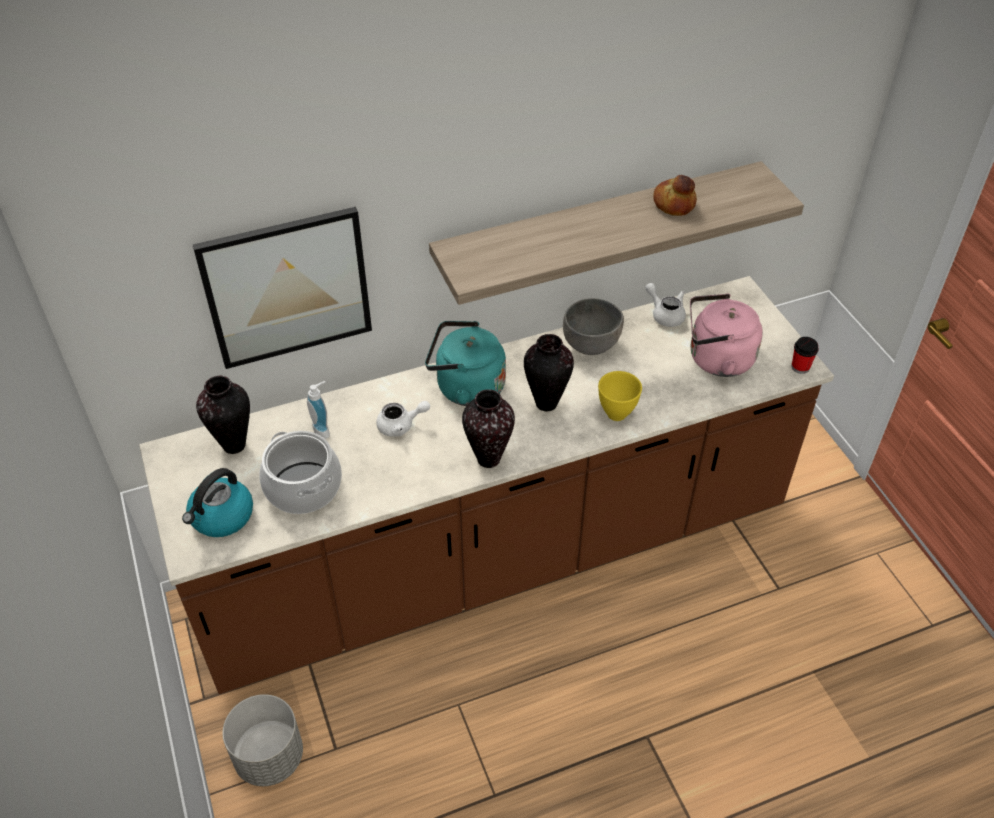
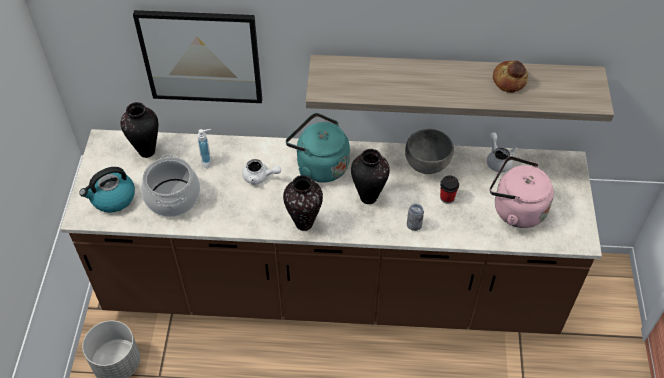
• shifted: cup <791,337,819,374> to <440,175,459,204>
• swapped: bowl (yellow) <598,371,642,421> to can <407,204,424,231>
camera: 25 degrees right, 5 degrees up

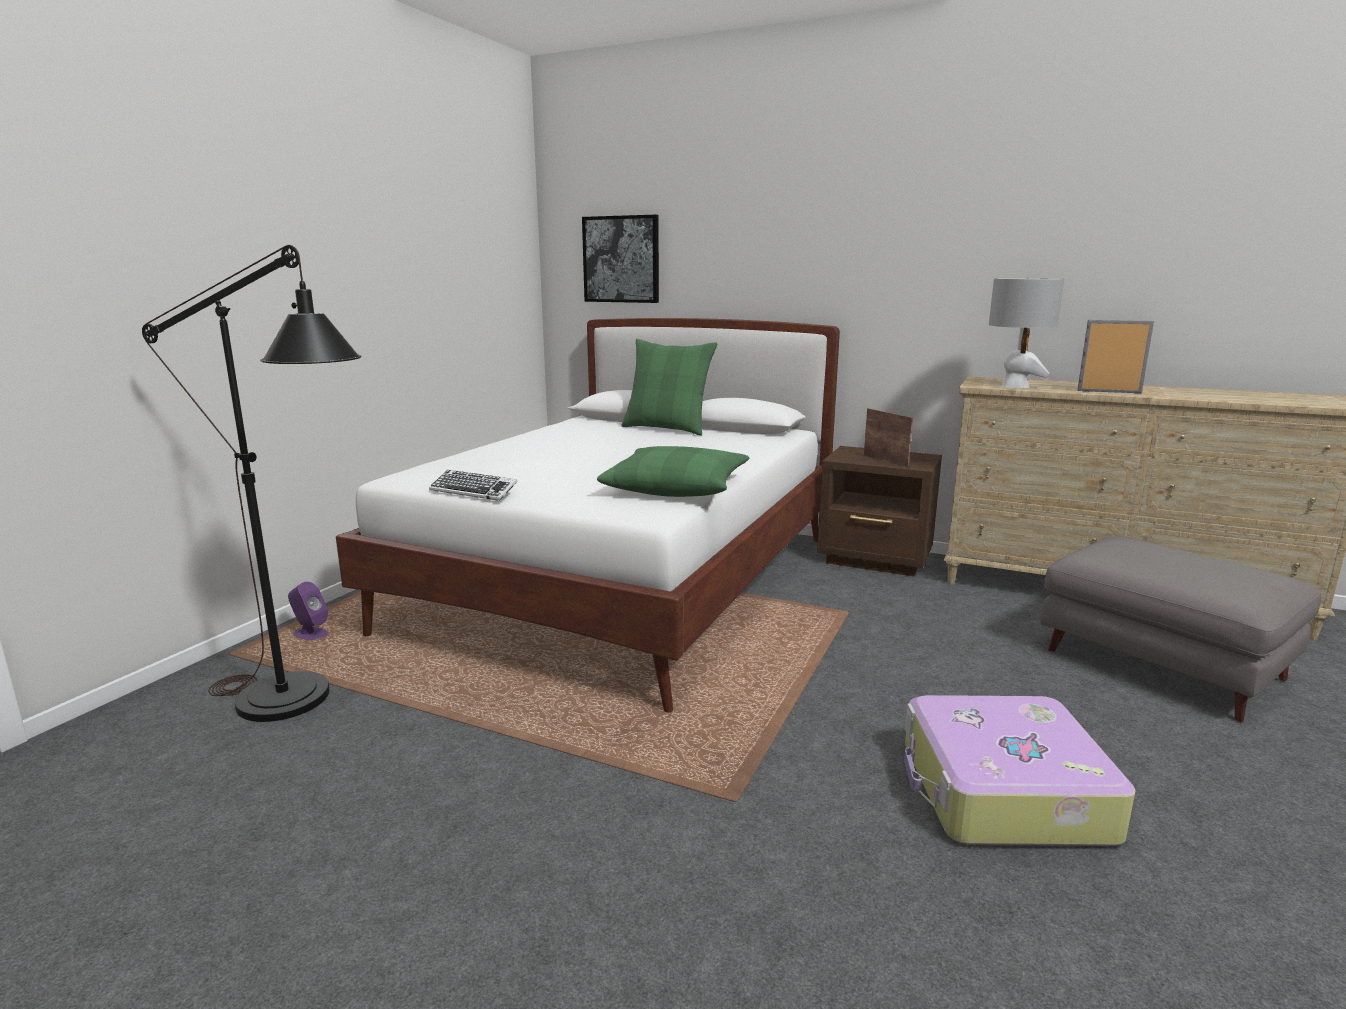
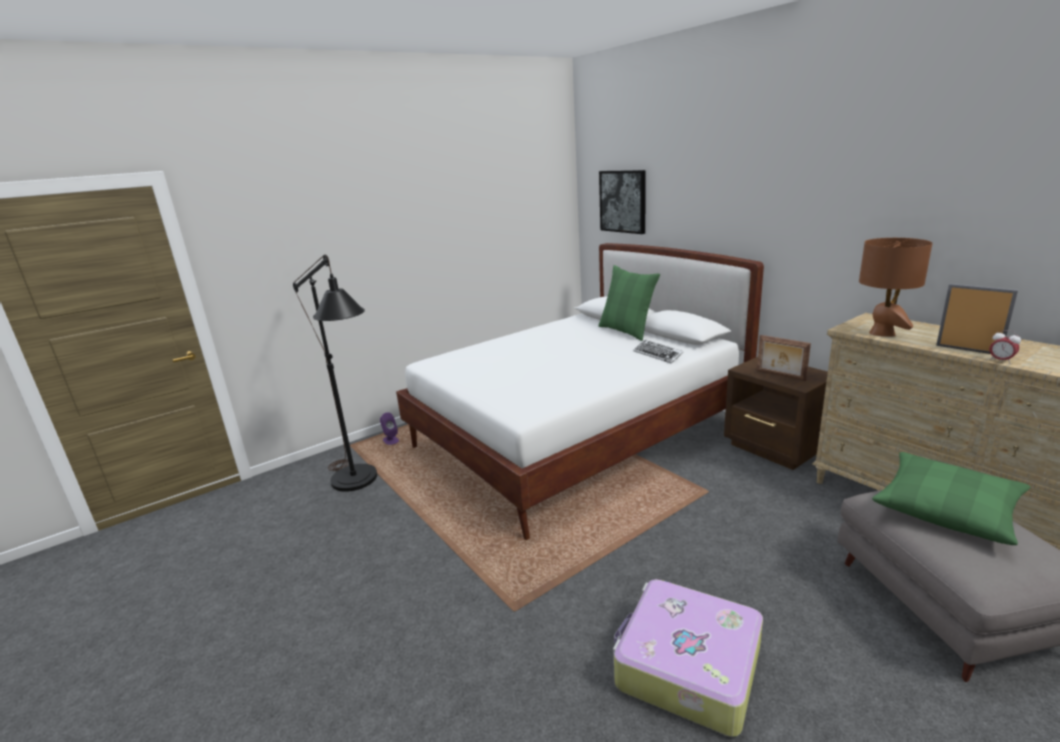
• repainted: table lamp (grey) <989,278,1064,388> to table lamp (brown) <859,238,933,337>
• rotated: picture frame <864,408,913,467> = <757,335,811,381> 135 degrees clockwise
• shifted: pillow (green) <597,446,749,497> to <872,452,1031,545>
• shifted: keyboard <429,470,518,501> to <633,340,684,364>
• new: alarm clock <990,330,1021,364>
camera: 30 degrees right, 5 degrees up

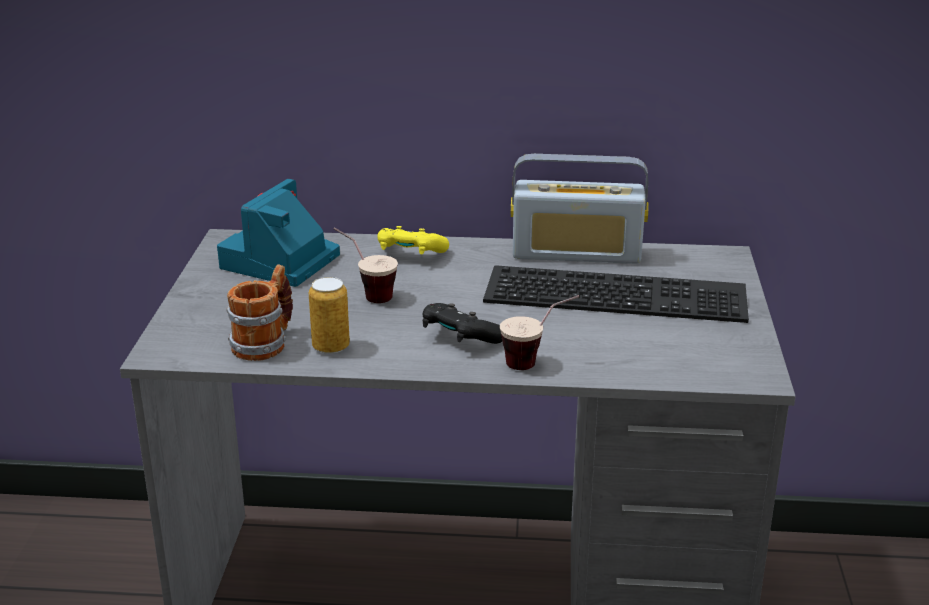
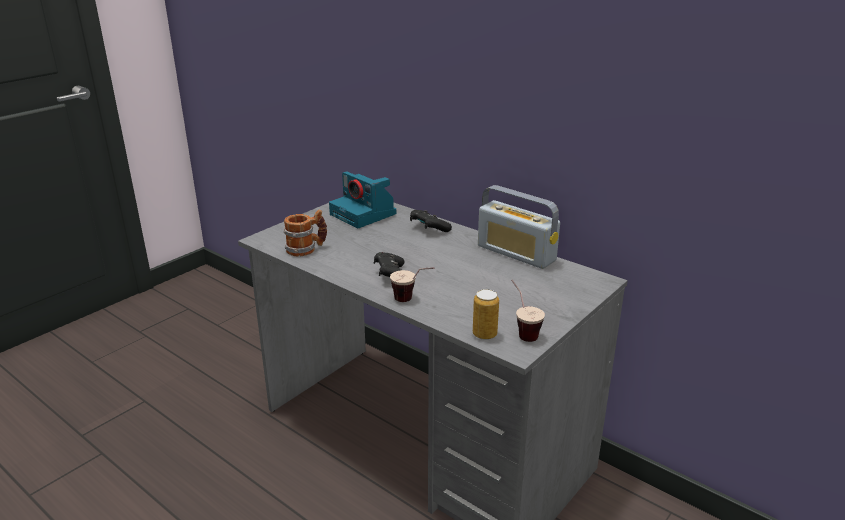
• rotated: photo camera <217,179,340,287> = <329,171,396,228> 105 degrees counterclockwise
• repainted: game controller (yellow) <377,226,449,255> to game controller (black) <410,210,452,232>
• shifted: cup <333,227,398,303> to <512,280,545,342>
• gone: keyboard <483,265,749,323>
• shifted: can <309,277,350,354> to <473,289,499,340>
camera: 35 degrees right, 0 degrees up

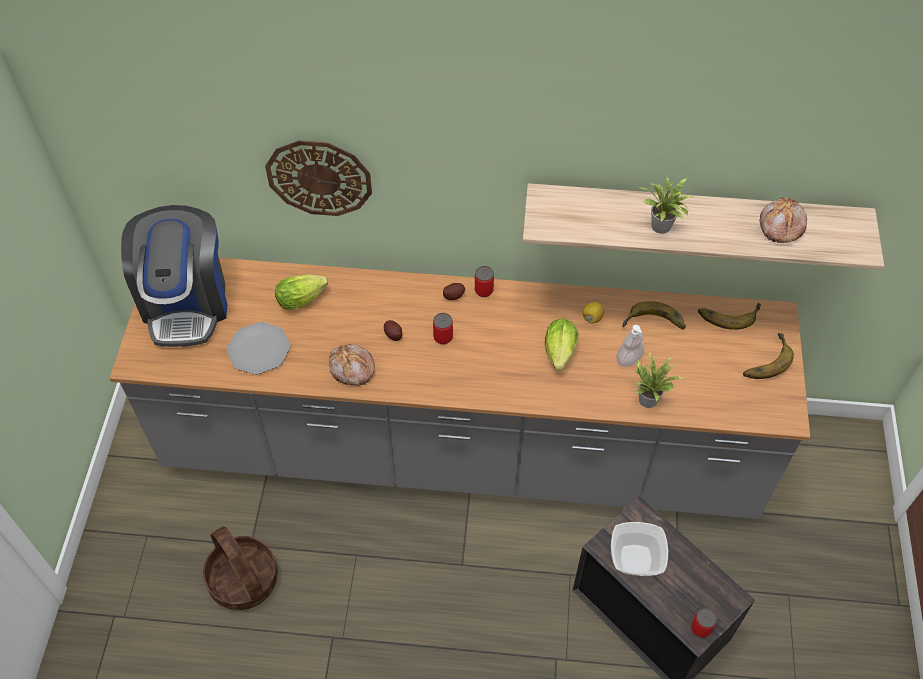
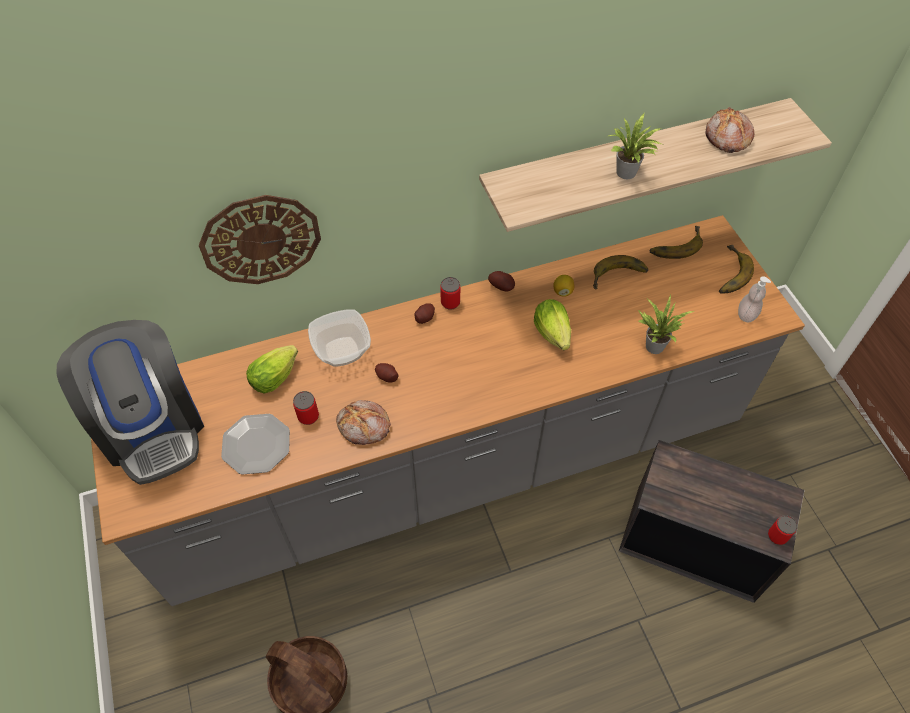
• shifted: can <433,313,453,344> to <293,391,319,425>
• shifted: soap dispenser <616,325,644,367> to <738,276,771,323>
• shifted: bowl <611,522,668,576> to <308,309,371,367>
• new: potato <488,271,515,292>
camera: 25 degrees left, 0 degrees up

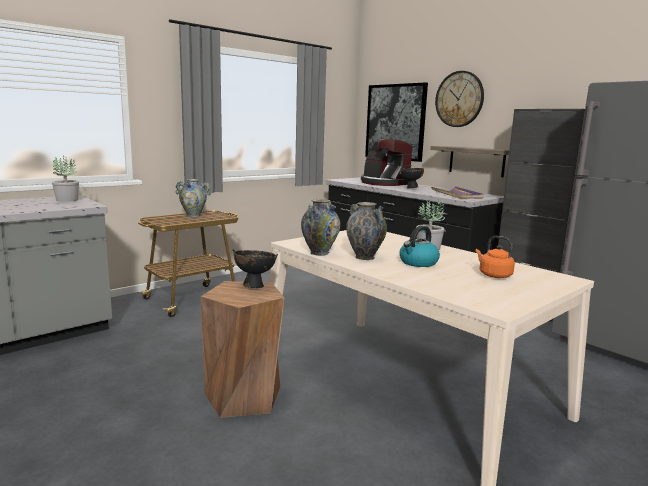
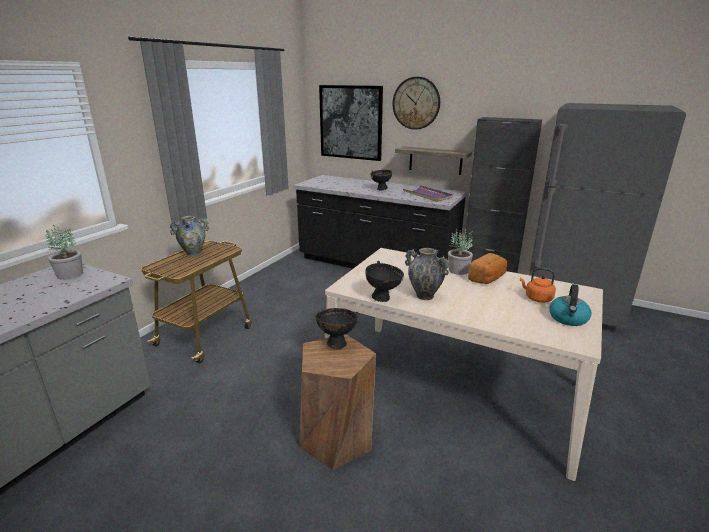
• gone: coffee machine <361,139,412,186>
• swapped: vase <301,199,340,256> to bowl (black) <365,261,404,302>
• shifted: kettle <400,226,440,267> to <549,284,592,326>
• new: bread <468,253,508,284>
camera: 20 degrees left, 10 degrees up

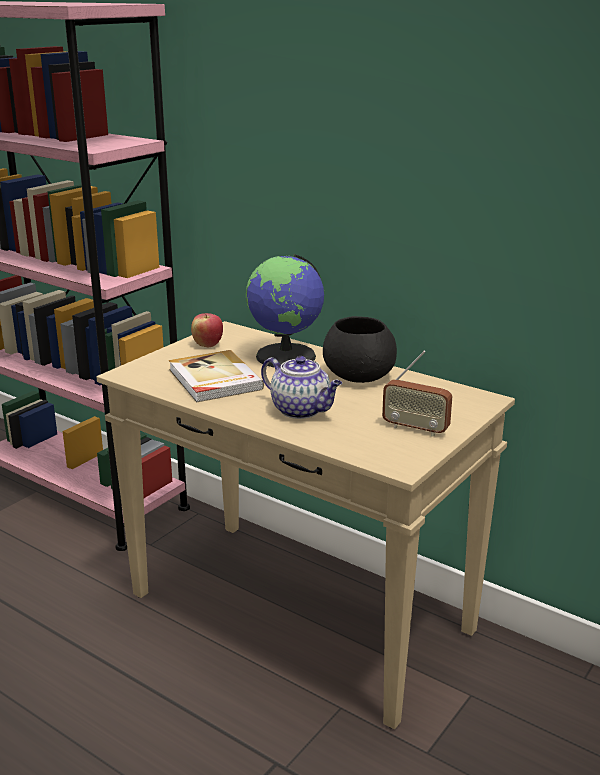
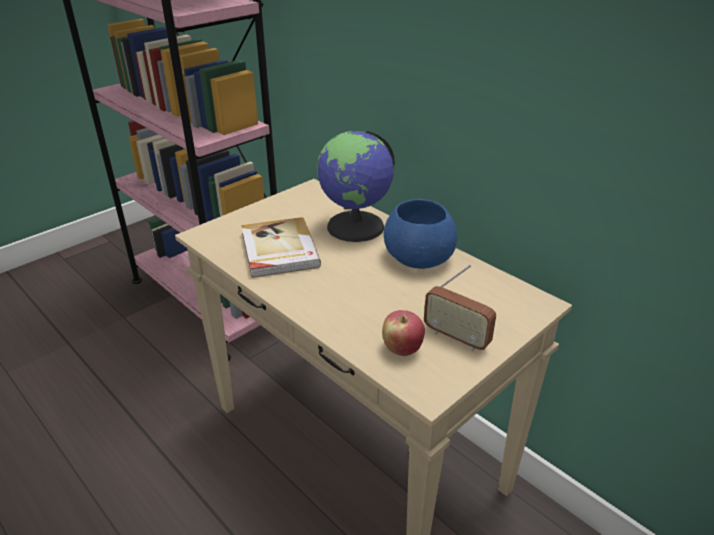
• shifted: apple <191,313,223,347> to <382,310,425,356>
• repainted: bowl (black) <323,316,397,383> to bowl (blue) <384,199,457,269>
• gone: teapot <261,356,342,419>
camera: 10 degrees right, 10 degrees up

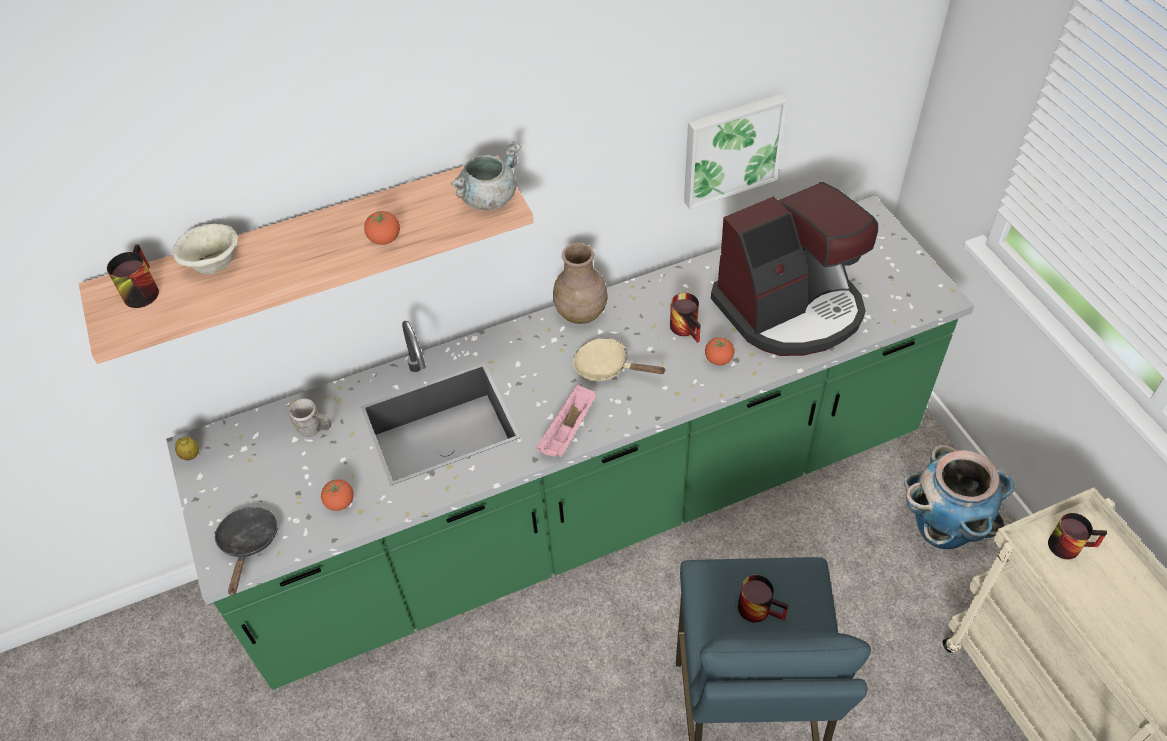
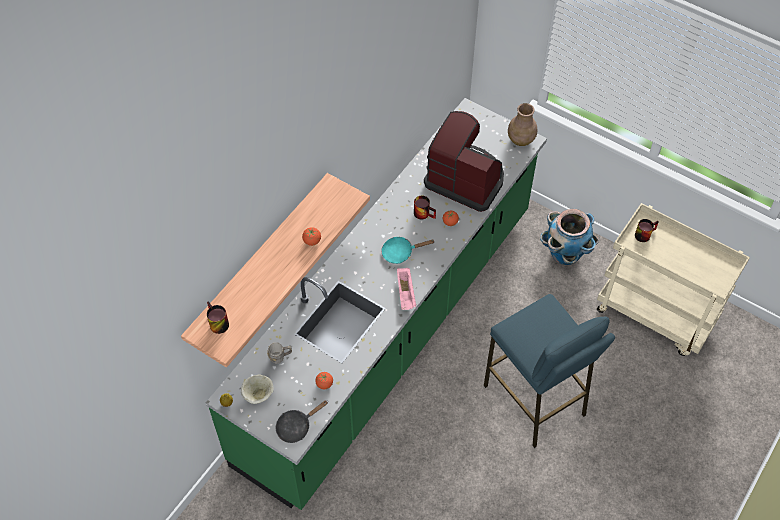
• gone: picture <684,93,788,209>
• gone: cooking pot (grey) <451,141,521,211>
• rotated: coffee machine <711,182,878,356> = <424,111,504,212> 90 degrees counterclockwise
• shifted: bowl (beige) <173,224,238,274> to <241,375,274,404>
• shifted: vase (brown) <553,243,608,324> to <508,103,537,146>
• repainted: frying pan (beige) <573,338,666,382> to frying pan (turquoise) <381,237,434,264>
• rotated: frying pan (black) <214,507,278,595> = <276,400,328,443> 90 degrees counterclockwise
• gone: mug <738,575,789,623>
camera: 35 degrees left, 5 degrees up

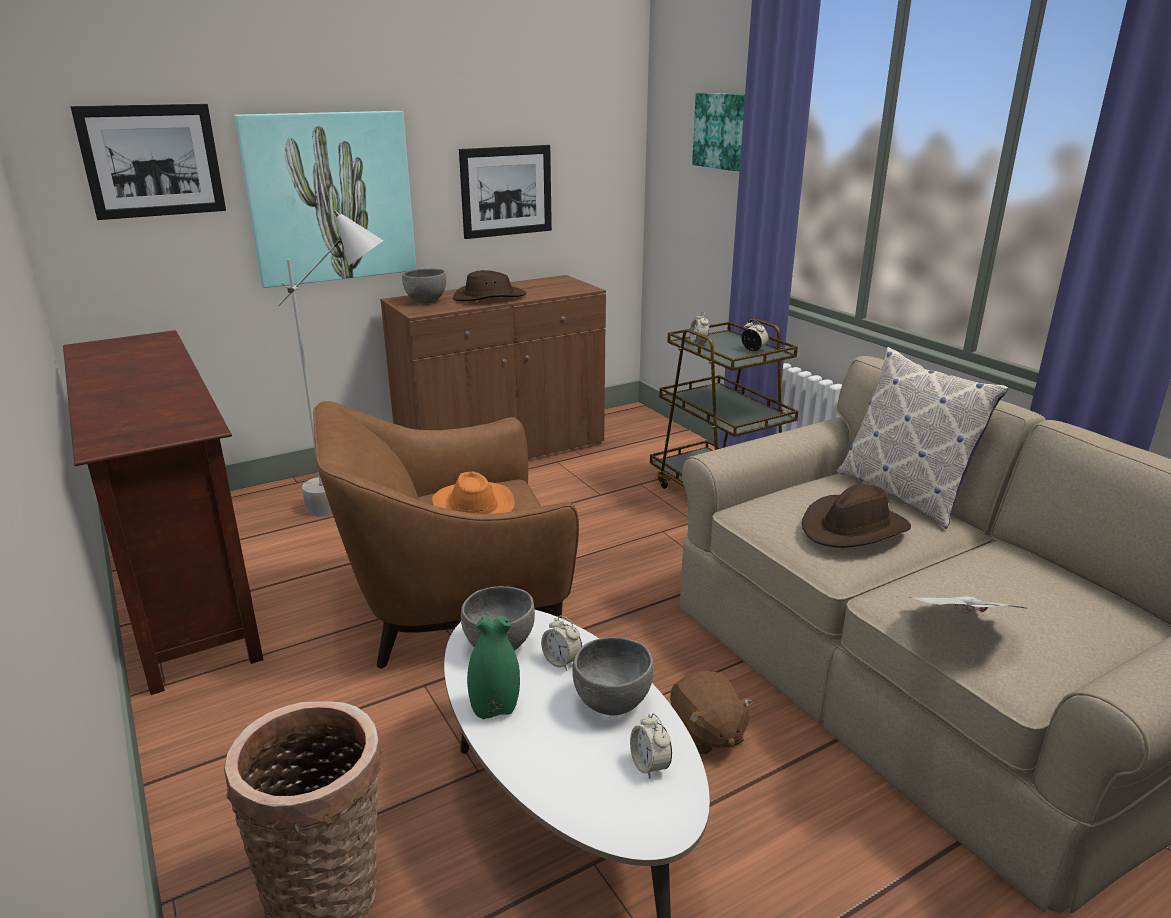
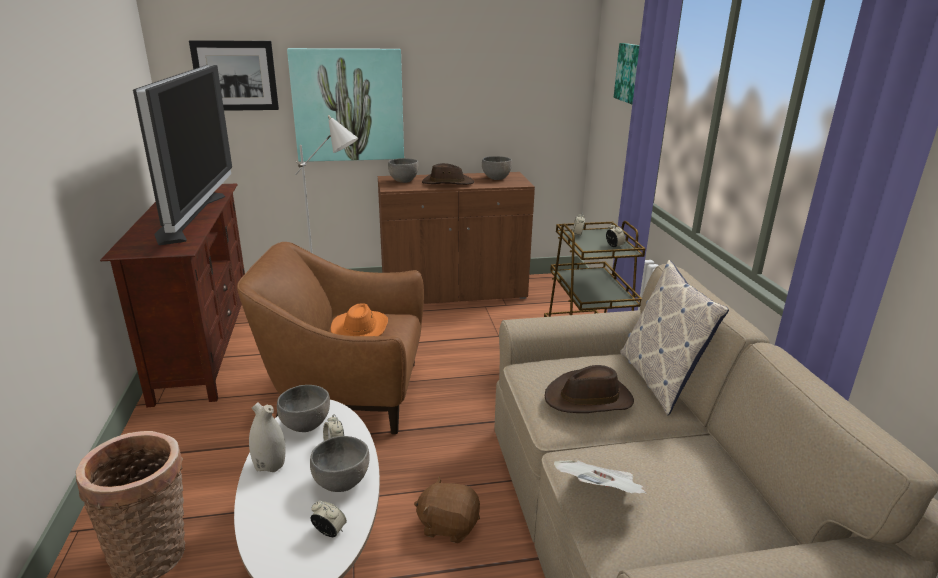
• gone: picture <459,145,552,239>
• repainted: vase (green) <467,616,520,719> to vase (white) <249,402,285,472>
• rotated: plush toy (brown) <670,671,754,756> = <414,477,480,543> 105 degrees clockwise
• rotated: alarm clock <630,713,672,779> = <310,501,347,537> 120 degrees clockwise
• new: television <133,65,232,245>
• new: bowl (grey) <482,156,512,180>
camera: 20 degrees right, 0 degrees up

